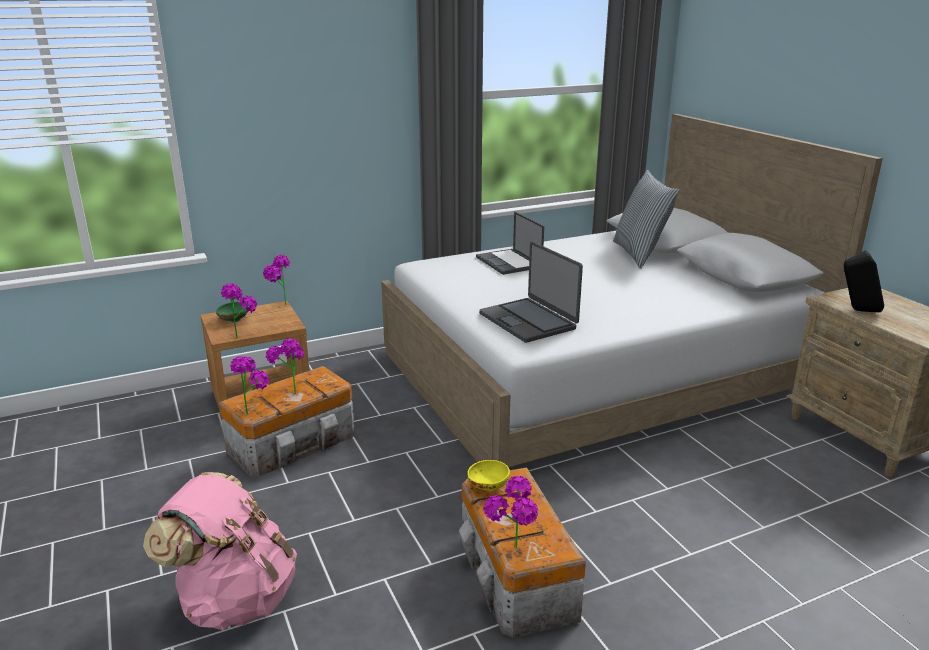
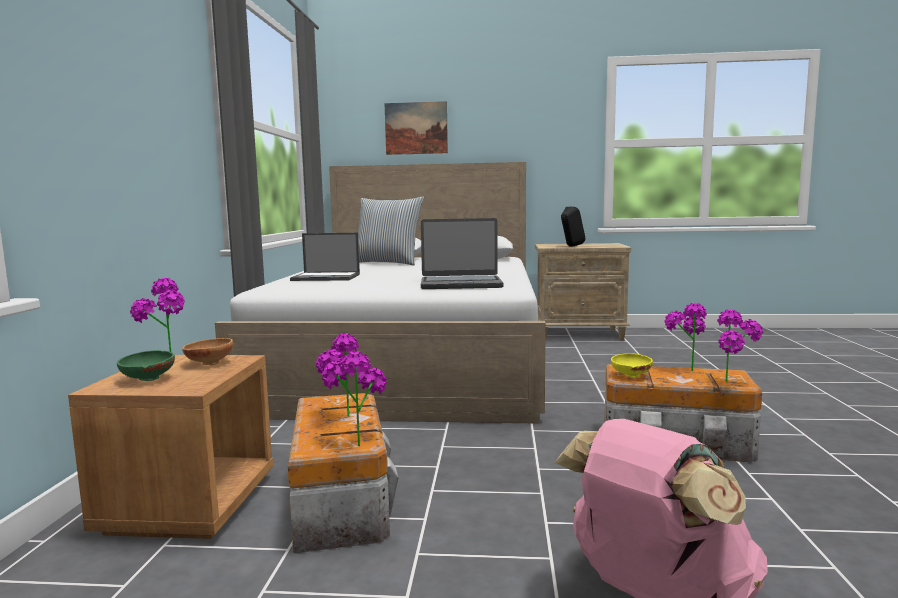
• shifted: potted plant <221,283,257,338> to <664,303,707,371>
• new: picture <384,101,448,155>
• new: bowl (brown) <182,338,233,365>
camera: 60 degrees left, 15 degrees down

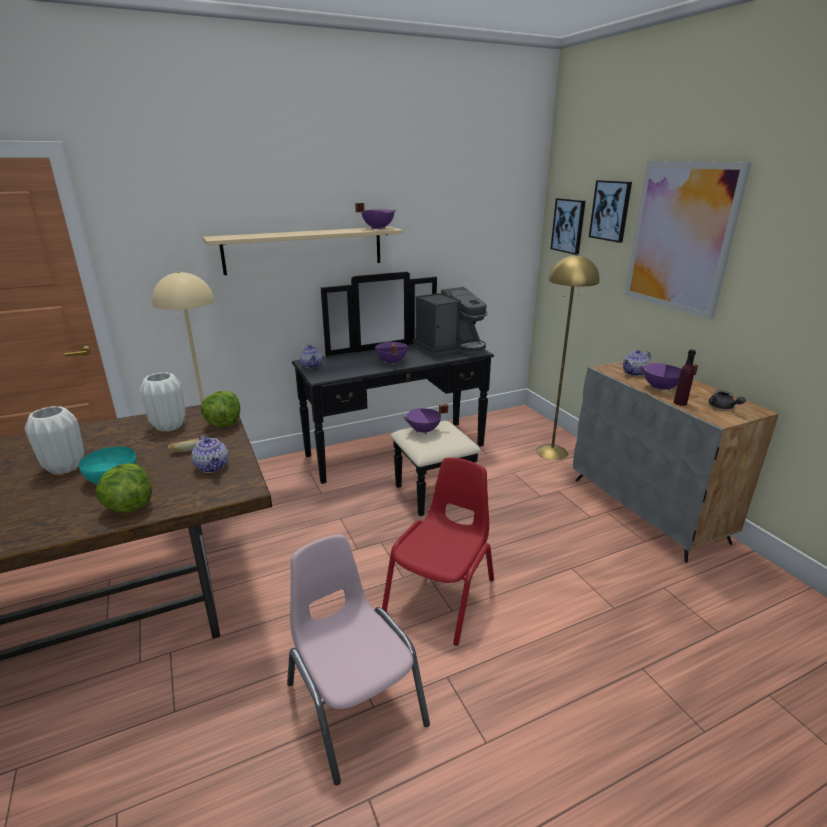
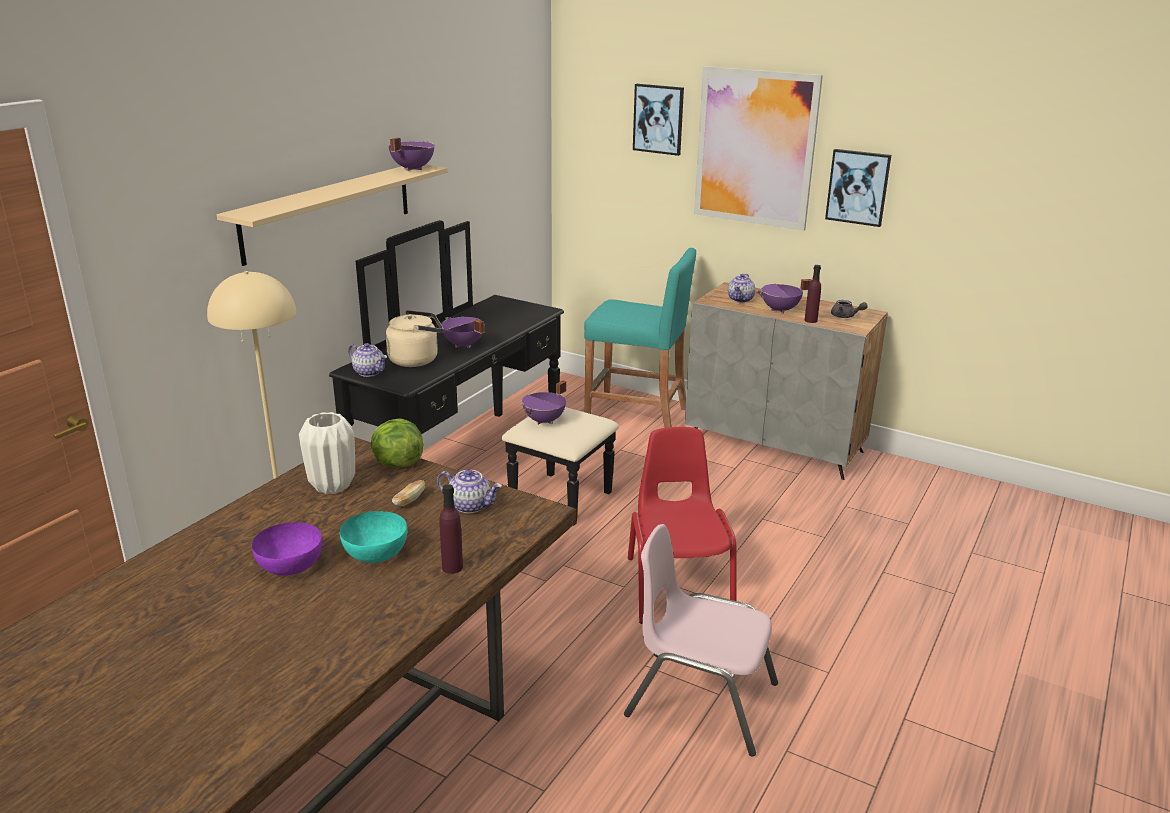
• shifted: picture <551,198,586,255> to <825,149,891,227>
• swapped: floor lamp (yellow) <536,254,600,460> to stool (turquoise) <584,248,696,428>
• gone: coffee machine <413,287,488,356>
• swapped: vase (white) <24,406,84,474> to bowl (purple) <252,522,323,576>
• swapped: lettuce <96,463,152,513> to bottle (purple) <439,484,463,574>
• new: kettle (beige) <386,310,443,367>
camera: 35 degrees left, 0 degrees up

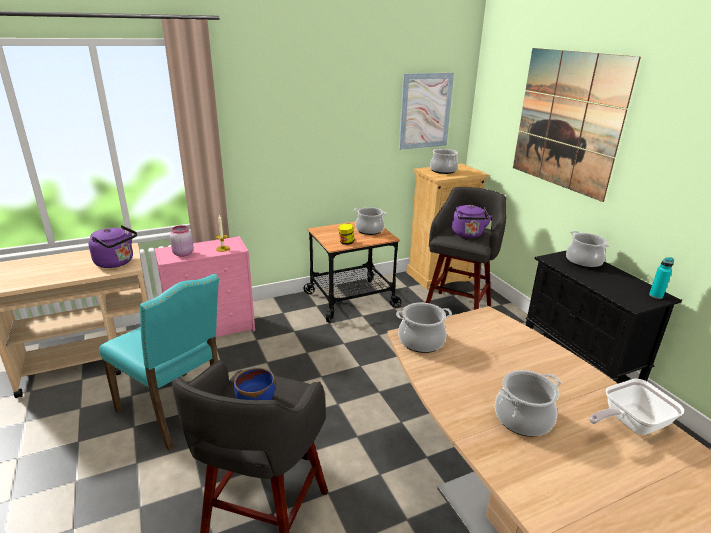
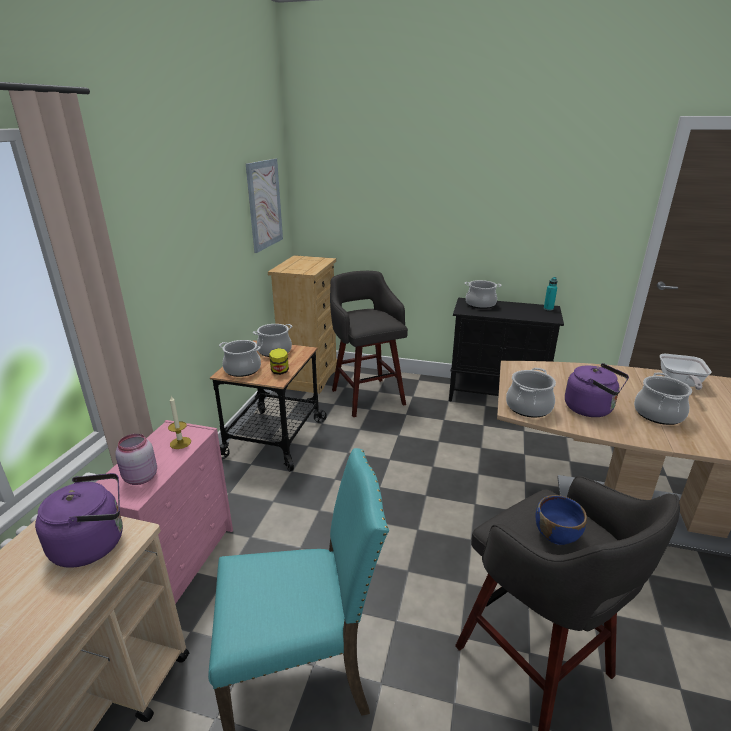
• gone: picture <513,48,641,202>
• shifted: cooking pot <430,148,458,174> to <219,340,261,377>
• shifted: kettle (purple) <452,205,492,238> to <565,363,629,417>
camera: 50 degrees left, 0 degrees up

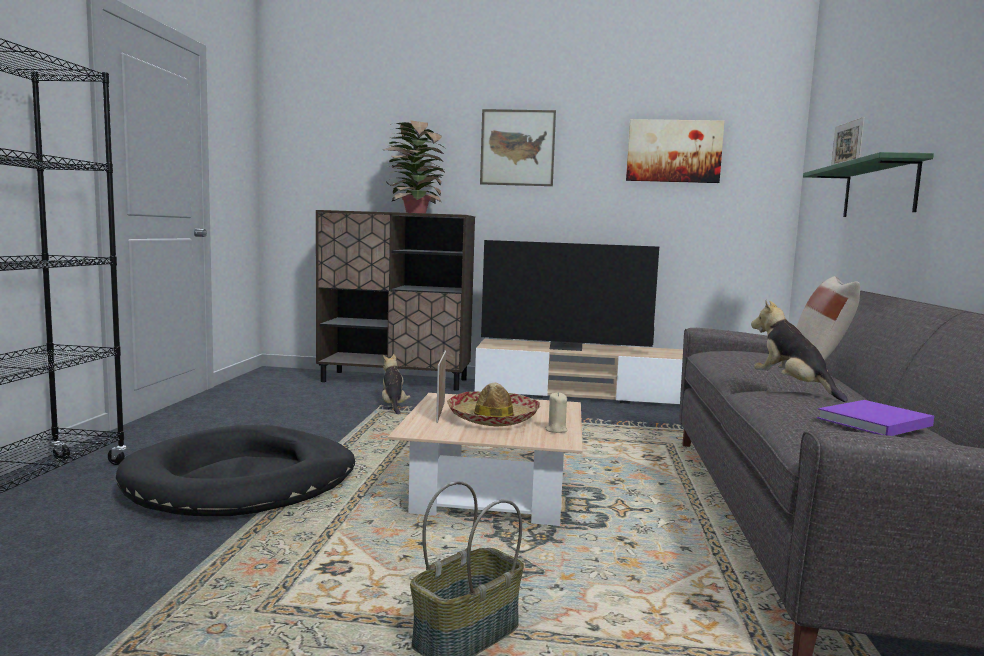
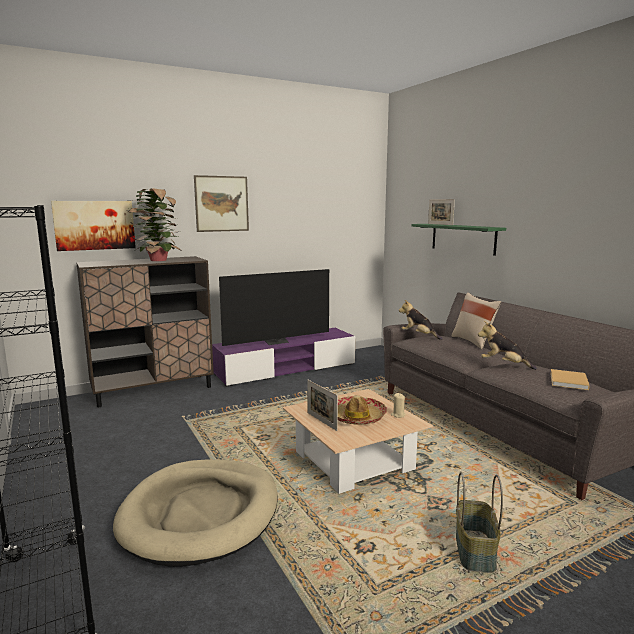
• shifted: picture <626,119,724,183> to <51,201,136,251>
• repainted: tv stand (beige) <475,339,683,406> to tv stand (purple) <212,328,355,387>
• shifted: plush toy <382,354,410,414> to <399,300,443,340>
• repainted: book (purple) <817,400,934,436> to book (beige) <550,369,590,390>
• repainted: dog bed (black) <116,425,355,516> to dog bed (beige) <113,459,278,567>
camera: 35 degrees left, 5 degrees up

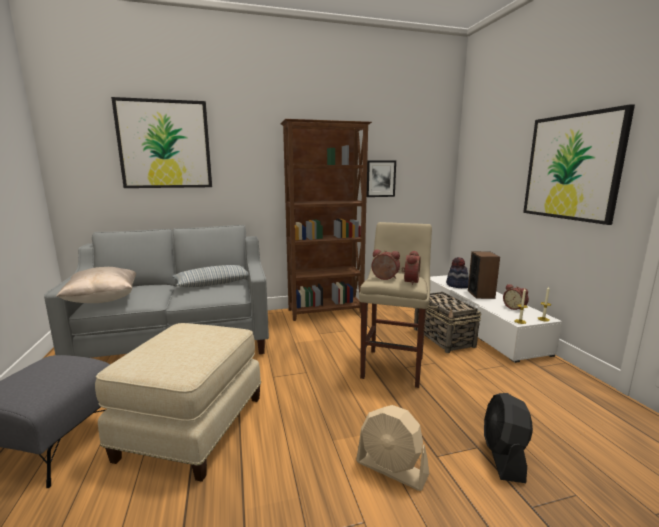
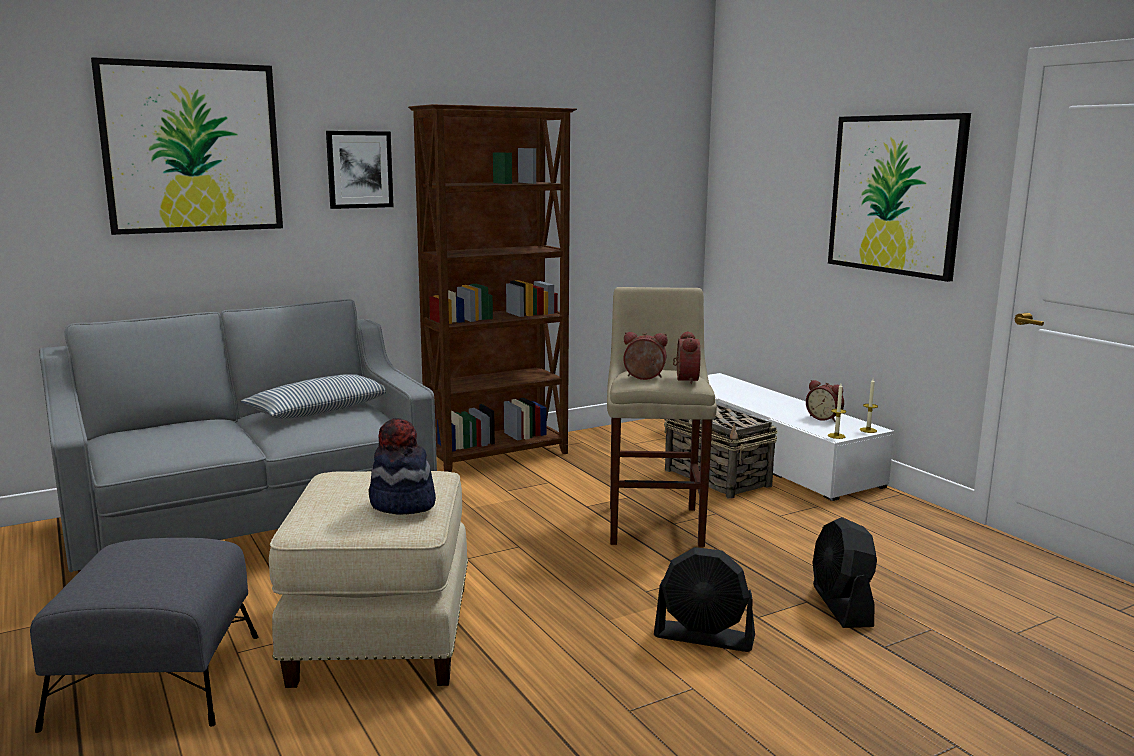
• shifted: picture <367,160,396,197> to <326,131,394,209>
• gone: speaker <468,251,500,299>
• shifted: hat <446,257,469,288> to <369,418,436,515>
• gone: pillow (beige) <56,267,136,303>
• repainted: fan (beige) <356,405,429,491> to fan (black) <654,547,755,652>
camera: 15 degrees left, 0 degrees up

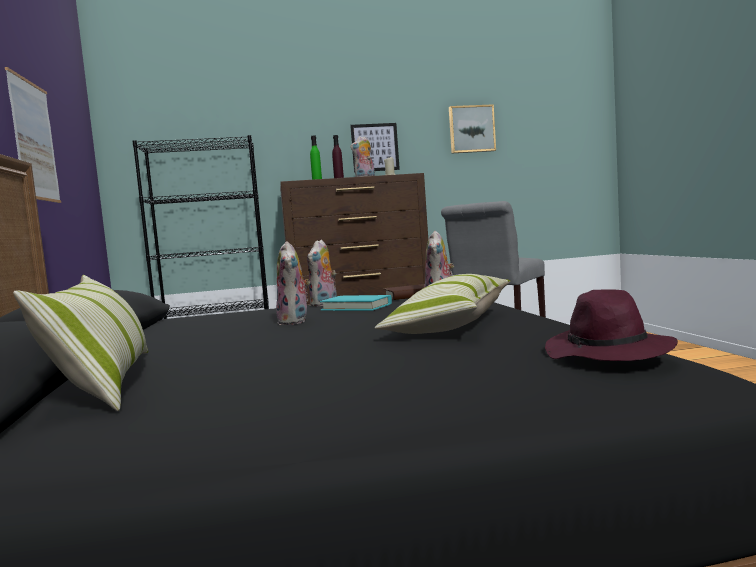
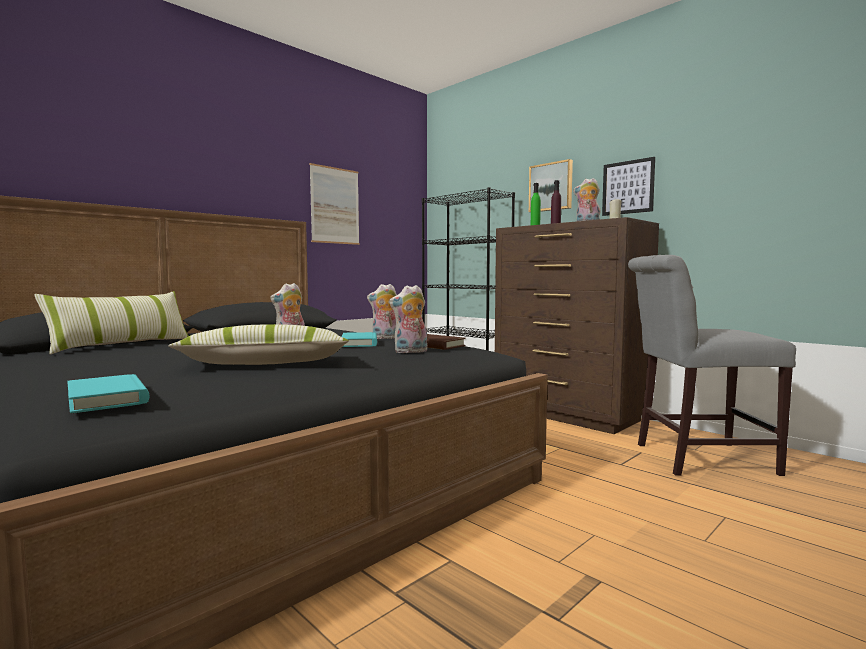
• shifted: picture <449,104,496,154> to <529,159,573,212>
• swapped: hat (purple) <545,290,678,361> to book (turquoise) <67,374,149,414>
camera: 55 degrees right, 0 degrees up

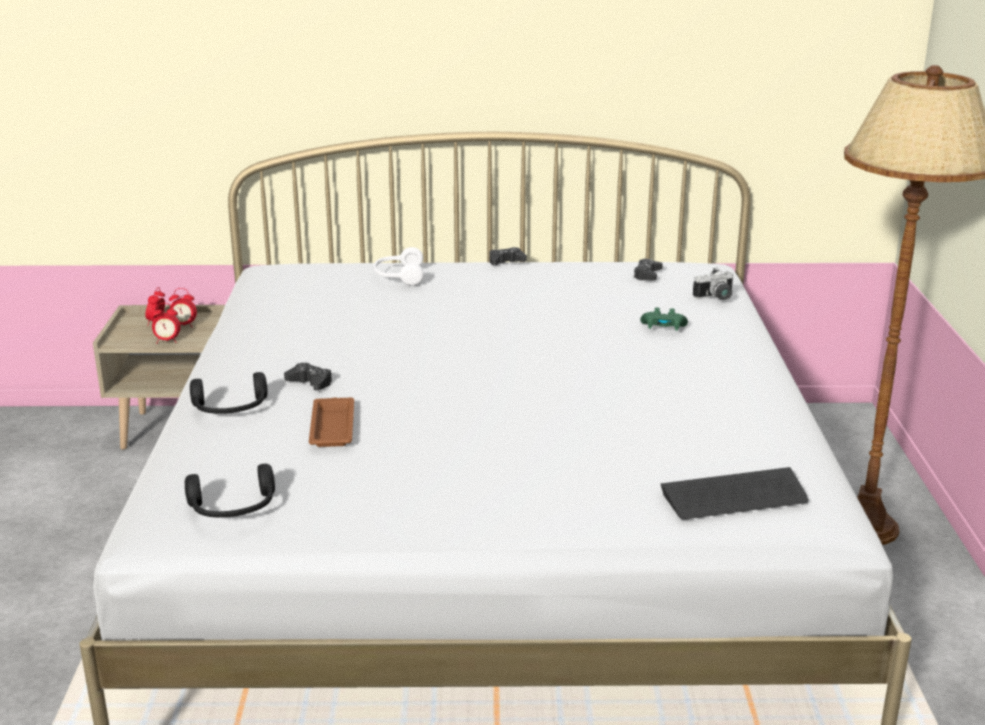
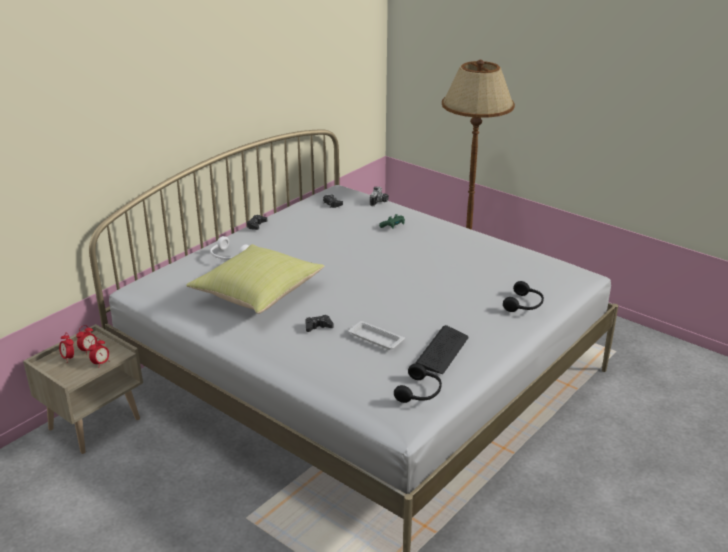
• shifted: headphones (black) <190,372,267,414> to <503,281,544,312>
• repainted: tray (brown) <309,398,354,447> to tray (white) <348,321,405,350>
• shifted: keyboard <661,467,809,520> to <415,325,469,374>
• new: pillow (yellow) <186,244,324,314>
camera: 50 degrees left, 5 degrees up

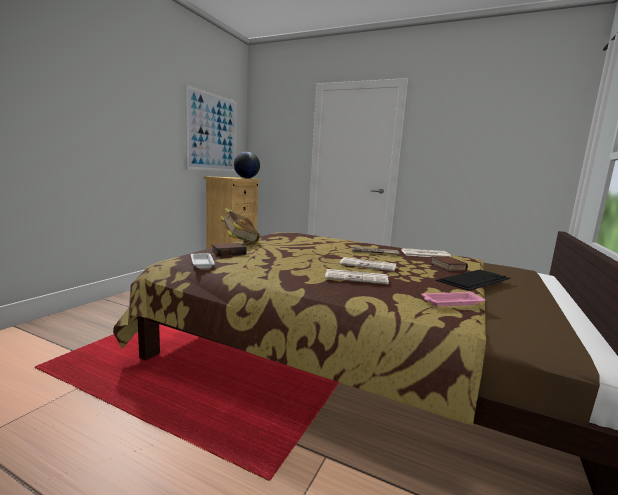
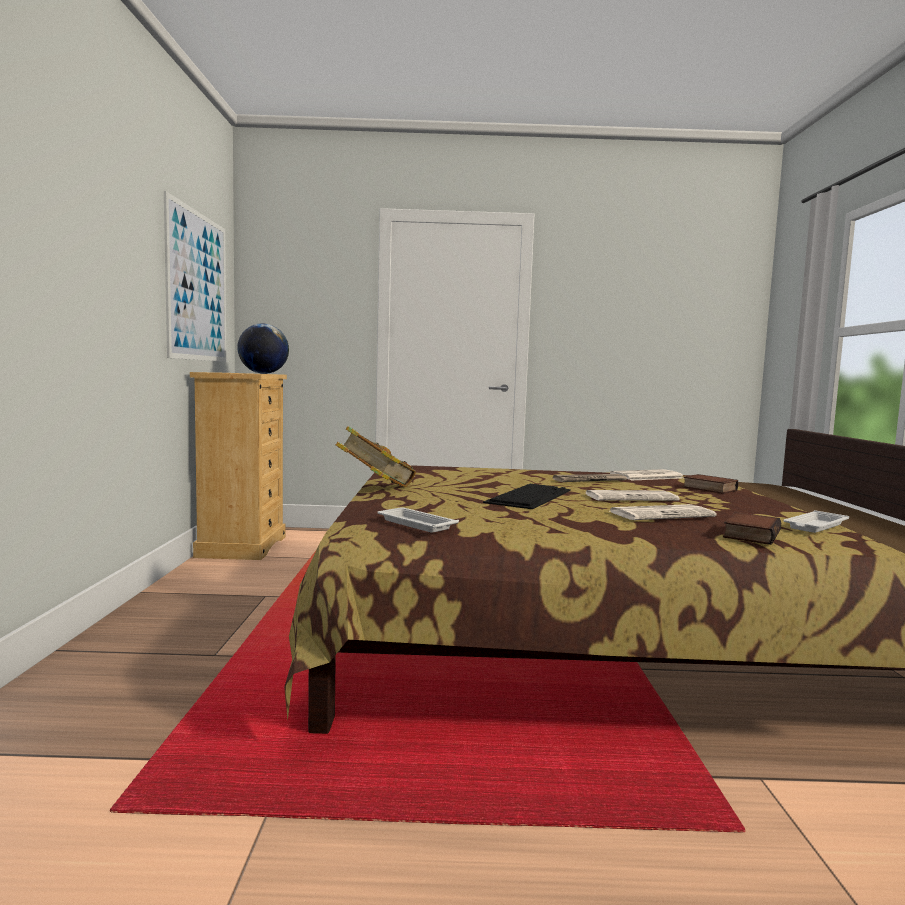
• shifted: book <211,243,247,256> to <723,512,781,545>
• shifted: keyboard <436,270,510,291> to <483,484,571,509>
• repainted: tray (pink) <422,291,485,306> to tray (white) <783,510,849,533>
camera: 25 degrees left, 5 degrees down

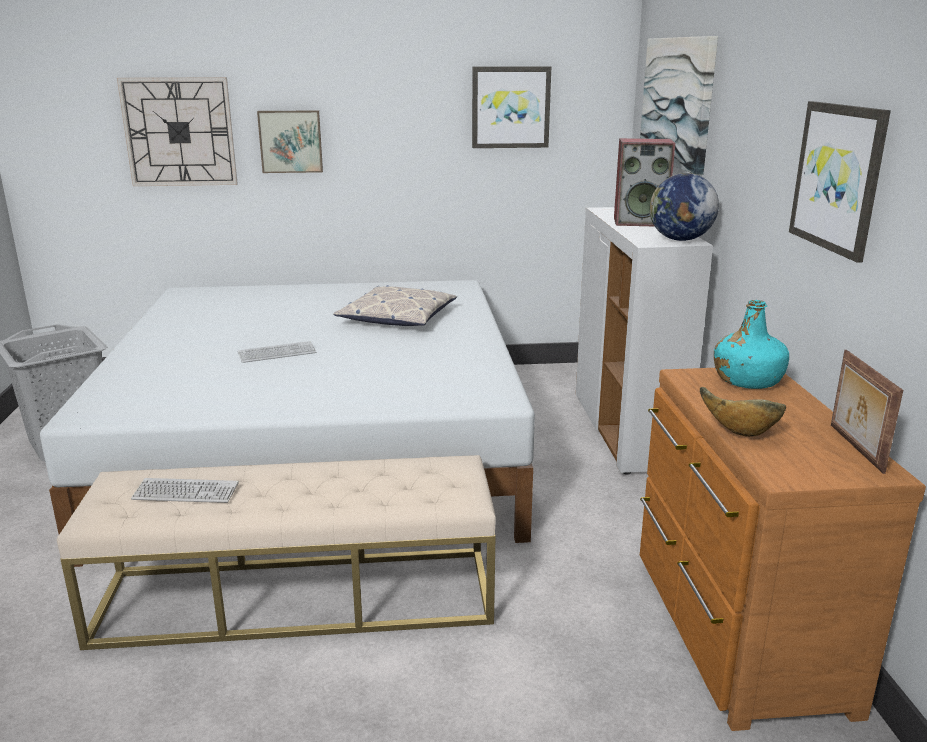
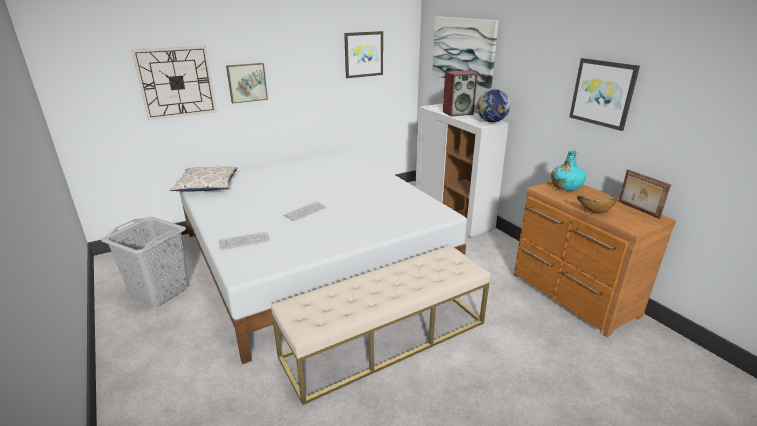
• shifted: pillow <333,285,457,326> to <169,166,238,191>
• shifted: keyboard <131,478,239,503> to <219,231,270,250>
camera: 25 degrees left, 5 degrees up

